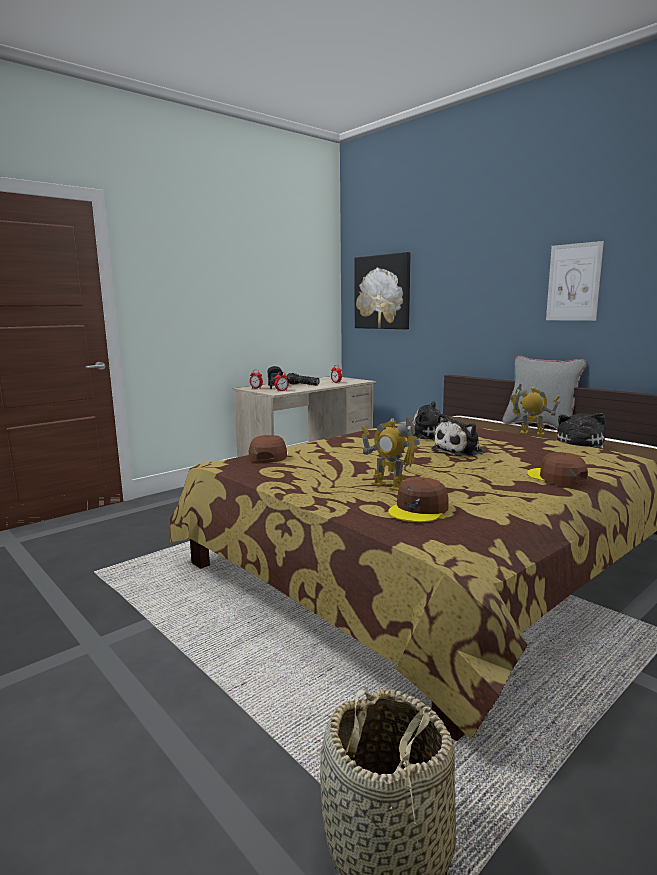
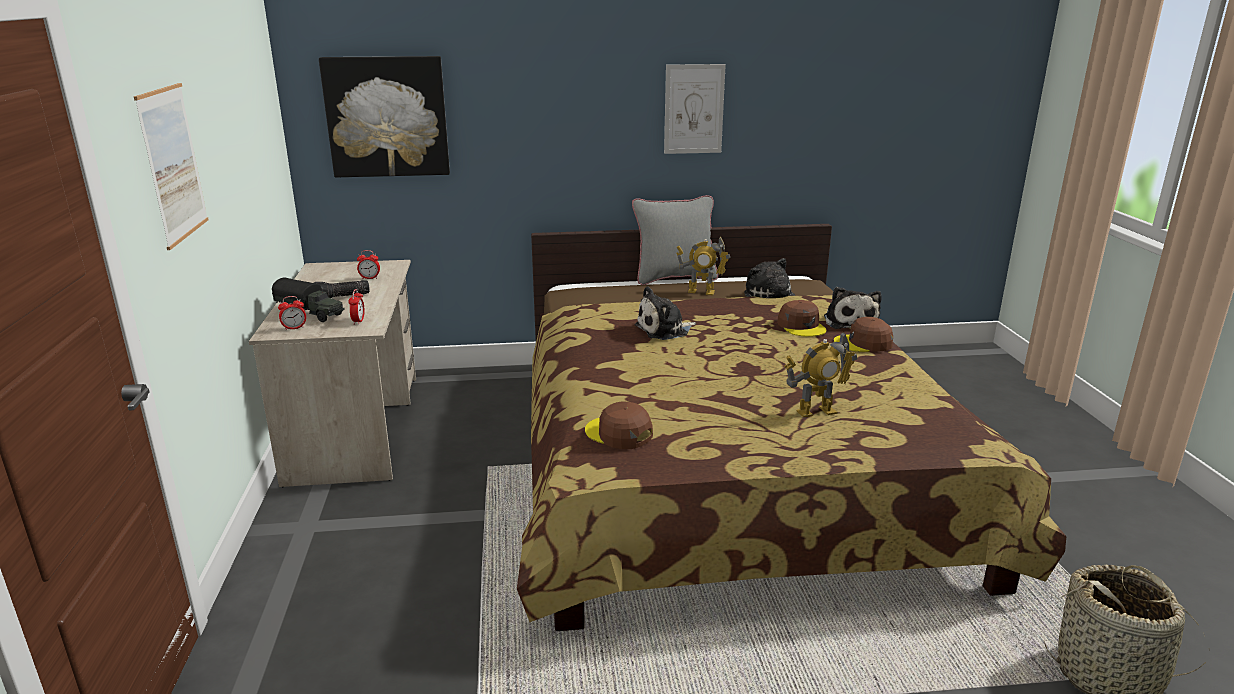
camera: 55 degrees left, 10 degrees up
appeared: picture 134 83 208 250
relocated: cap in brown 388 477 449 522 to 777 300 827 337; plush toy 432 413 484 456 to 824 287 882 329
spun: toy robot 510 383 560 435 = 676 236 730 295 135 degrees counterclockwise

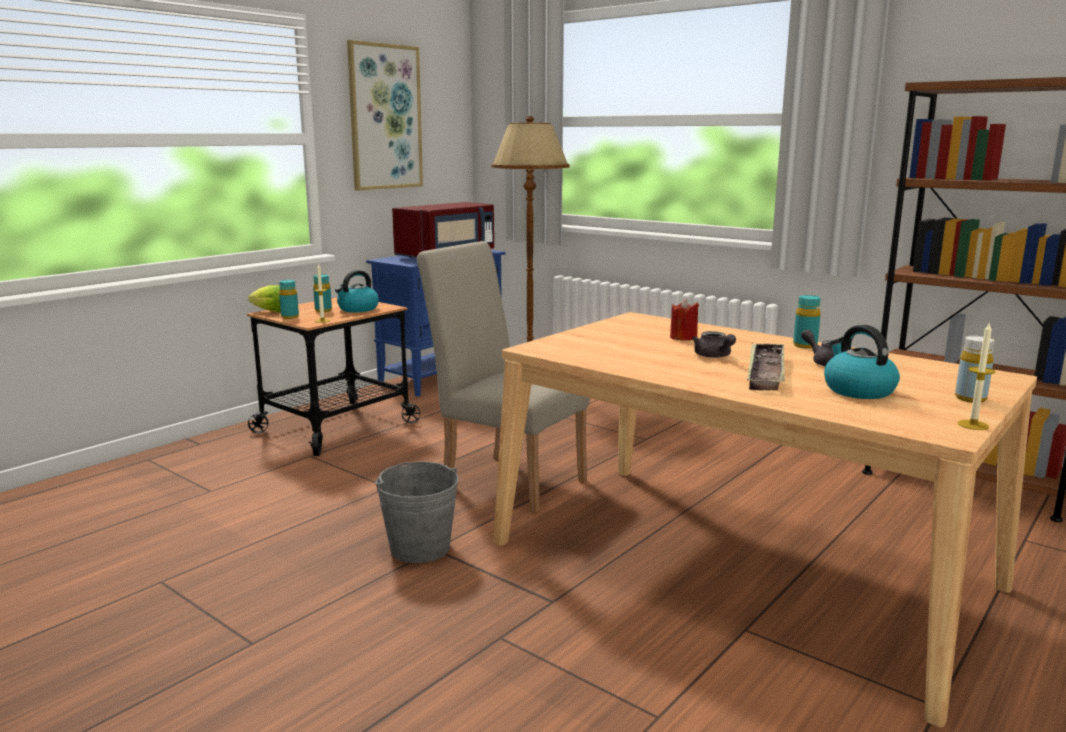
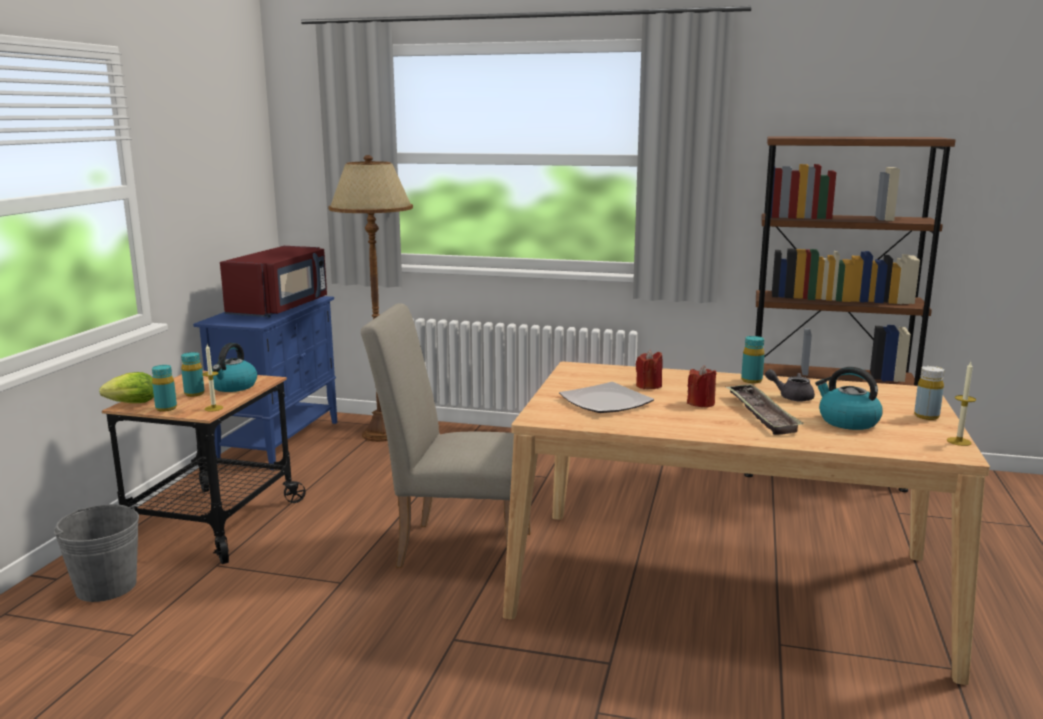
camera: 25 degrees left, 0 degrees up
missing: picture 347 40 423 191
appeared: plate 559 382 654 413
relocated: bucket in grey 376 462 459 563 to 54 504 139 602
exchanged: teapot in grey 692 331 736 358 to candle in red 687 365 716 408

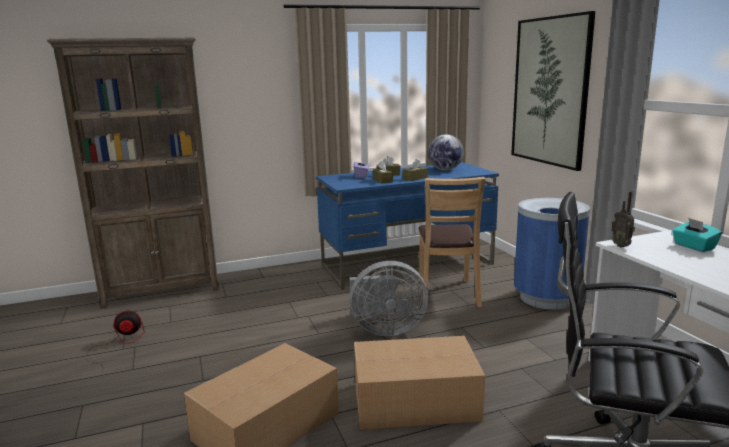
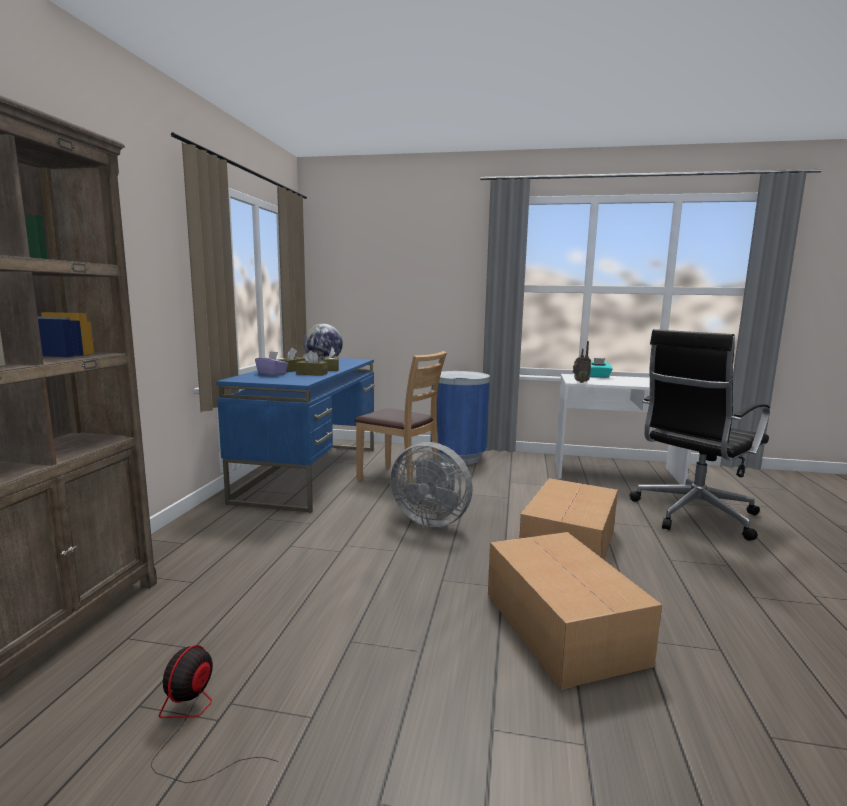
camera: 60 degrees left, 5 degrees down
missing: picture 511 11 595 171
spun: fan in grey 349 261 428 336 = 390 442 473 527 90 degrees clockwise

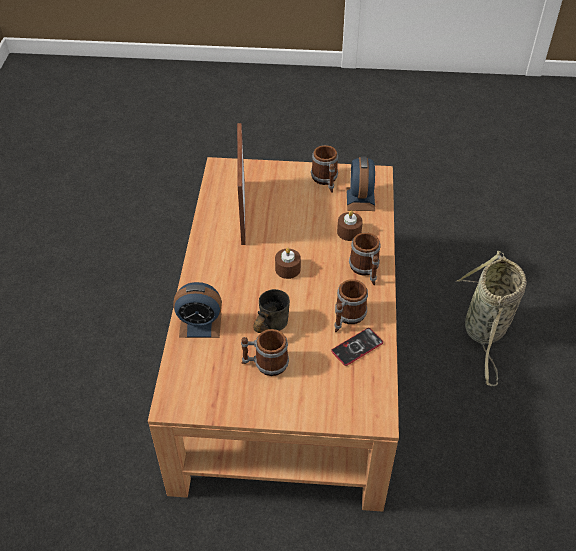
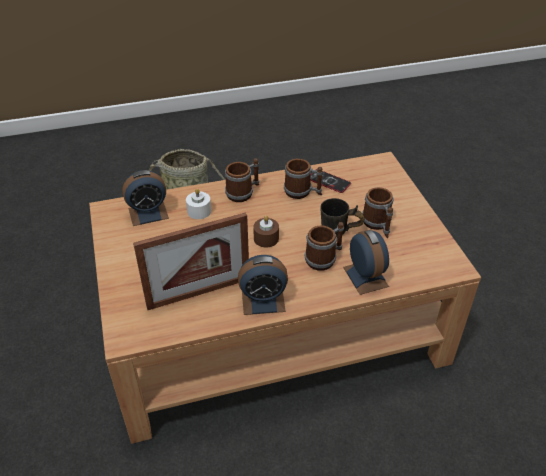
camera: 110 degrees left, 5 degrees down
appeared: alarm clock 238 255 288 315
relocated: mug 311 145 338 193 to 305 222 344 271
colour: candle in brown 337 211 363 241 to candle in white 186 189 211 219

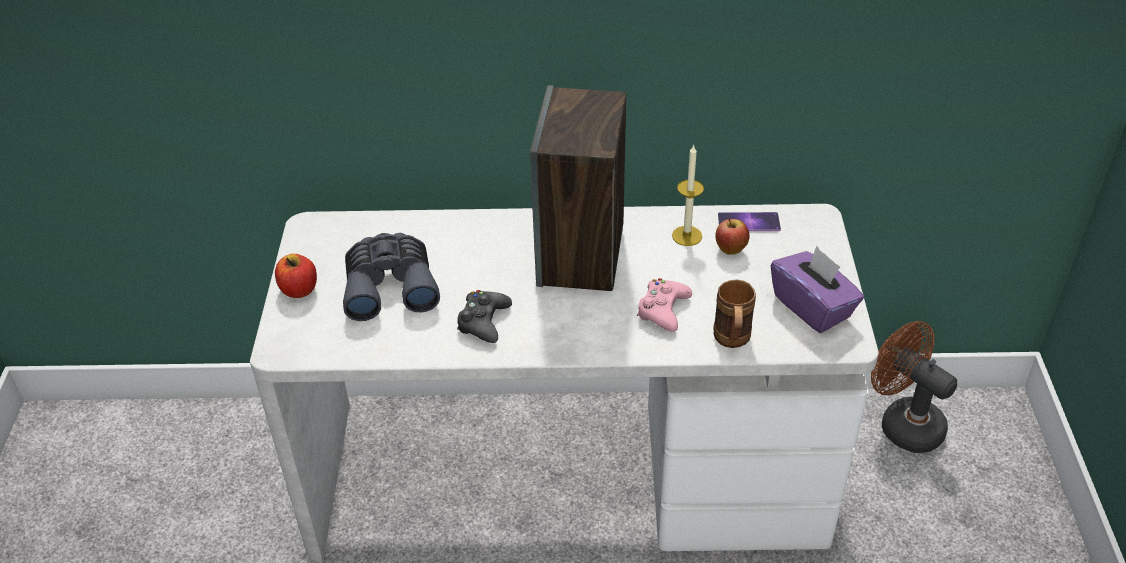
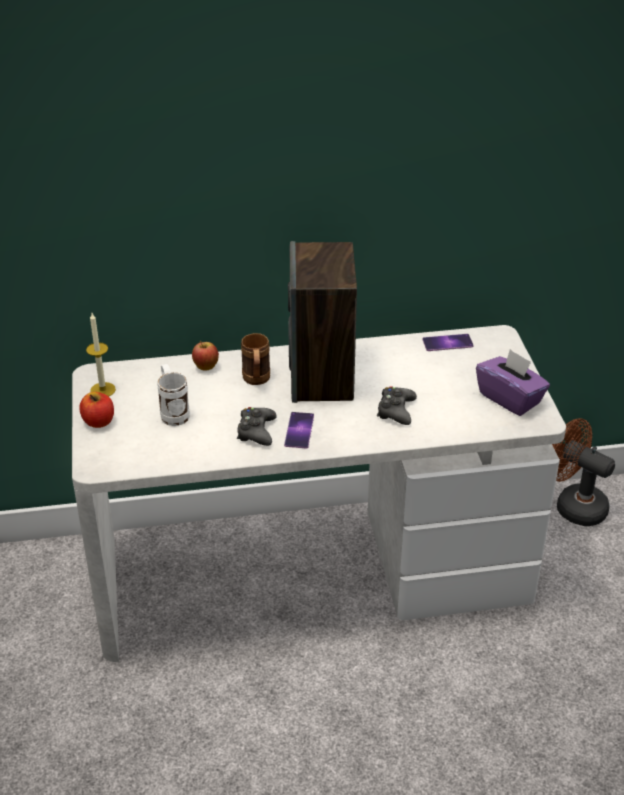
camera: 10 degrees left, 5 degrees down
appeared: phone 284 412 314 449
relocated: candle 672 145 704 246 to 86 313 116 396; mug in brown 713 279 756 348 to 241 333 270 385; apple 715 218 750 255 to 192 341 219 370
exchanged: binoculars in grey 343 233 440 321 to mug in white 157 364 190 426
colour: game controller in pink 637 278 692 332 to game controller in black 377 386 417 425

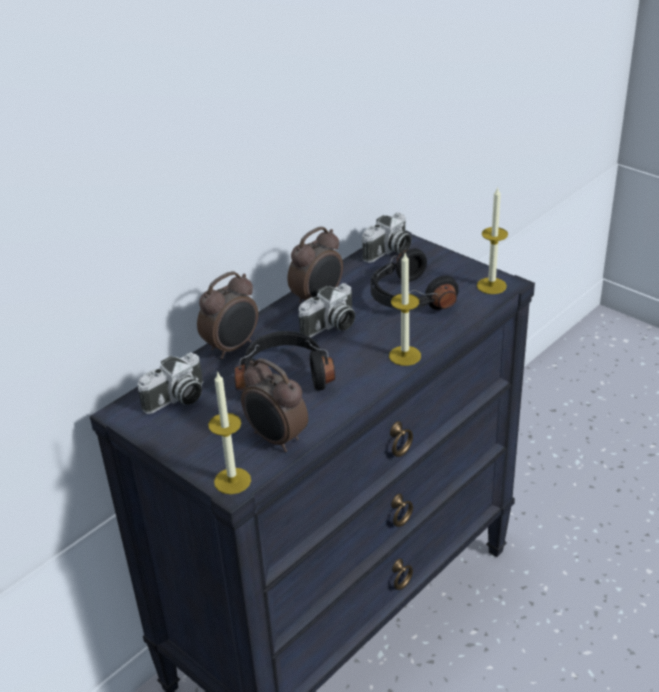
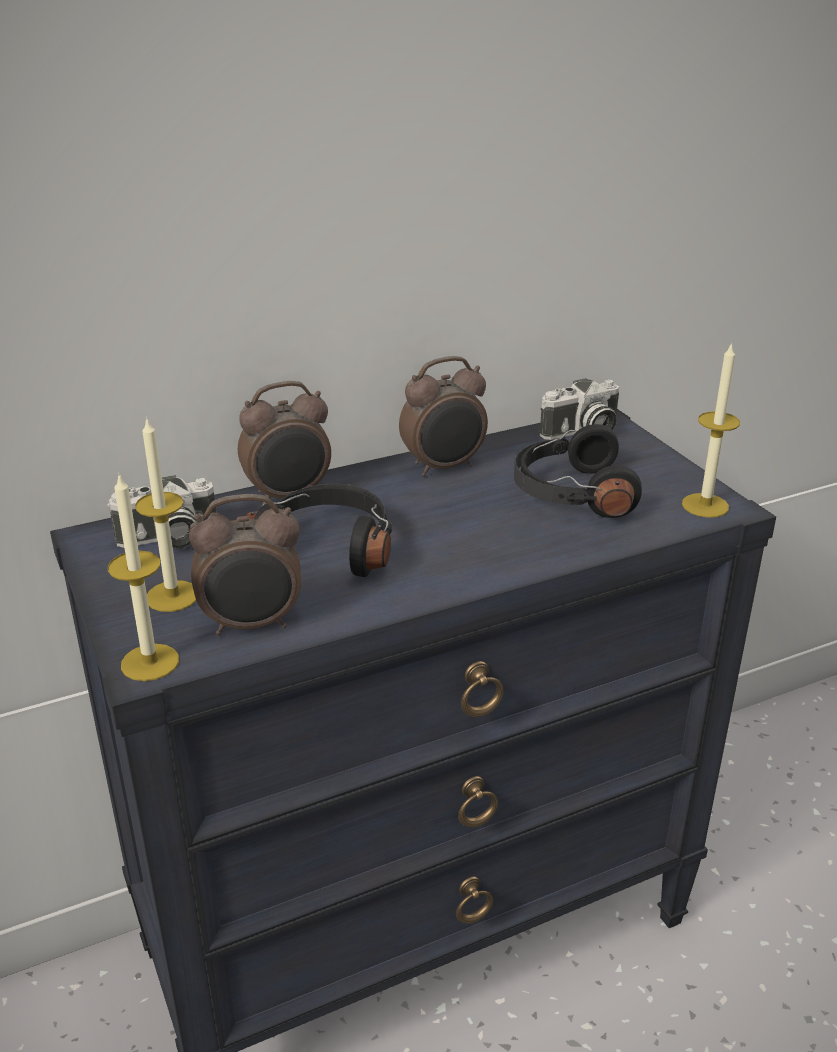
camera: 20 degrees right, 5 degrees down
missing: photo camera 298 283 355 338
relocated: candle 389 253 421 366 to 135 417 196 612
spun: alarm clock 241 358 308 452 = 189 494 301 635 75 degrees counterclockwise

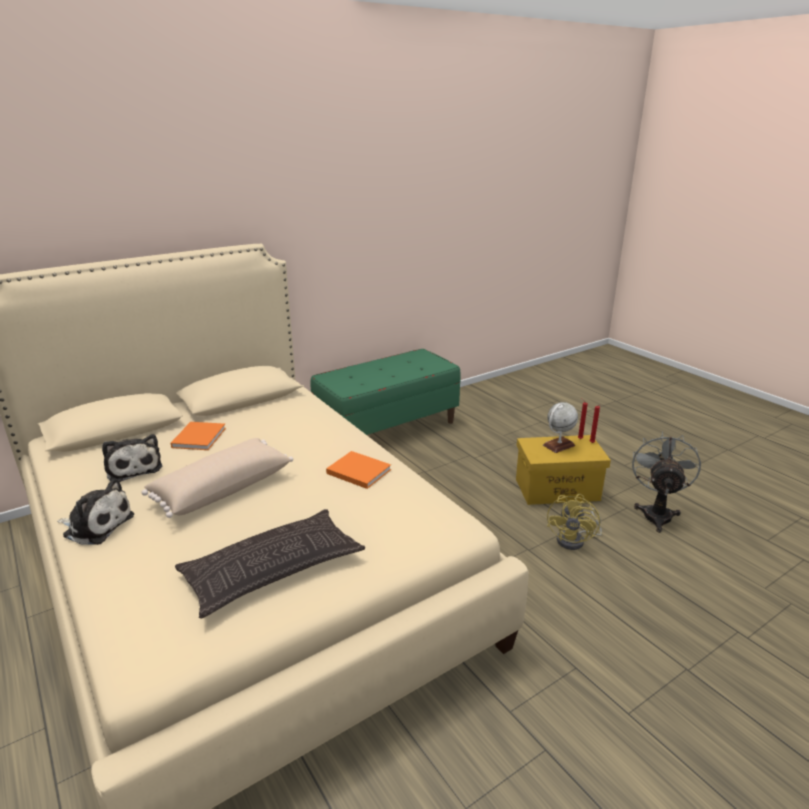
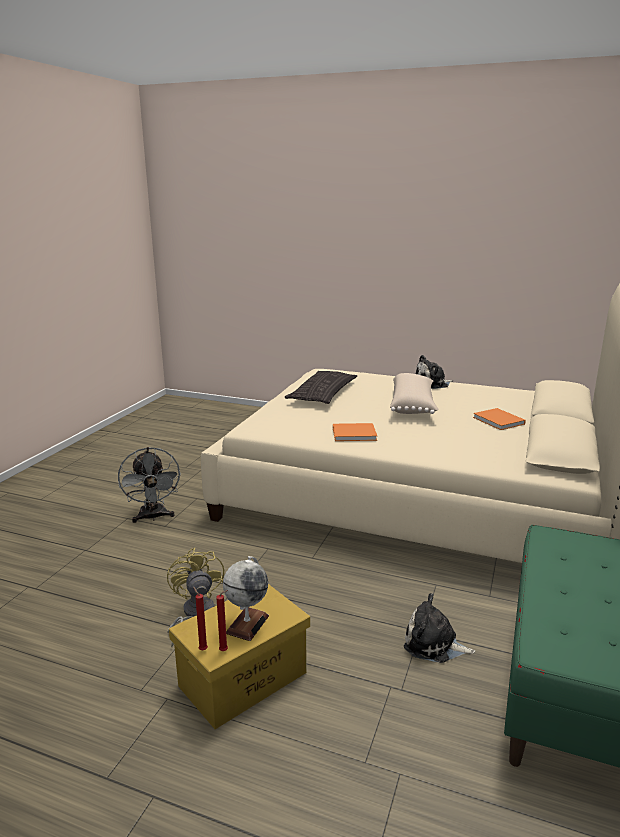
camera: 145 degrees right, 5 degrees down
relocated: plush toy 102 434 162 482 to 404 593 475 663; fan in grey 632 431 701 533 to 118 447 181 523

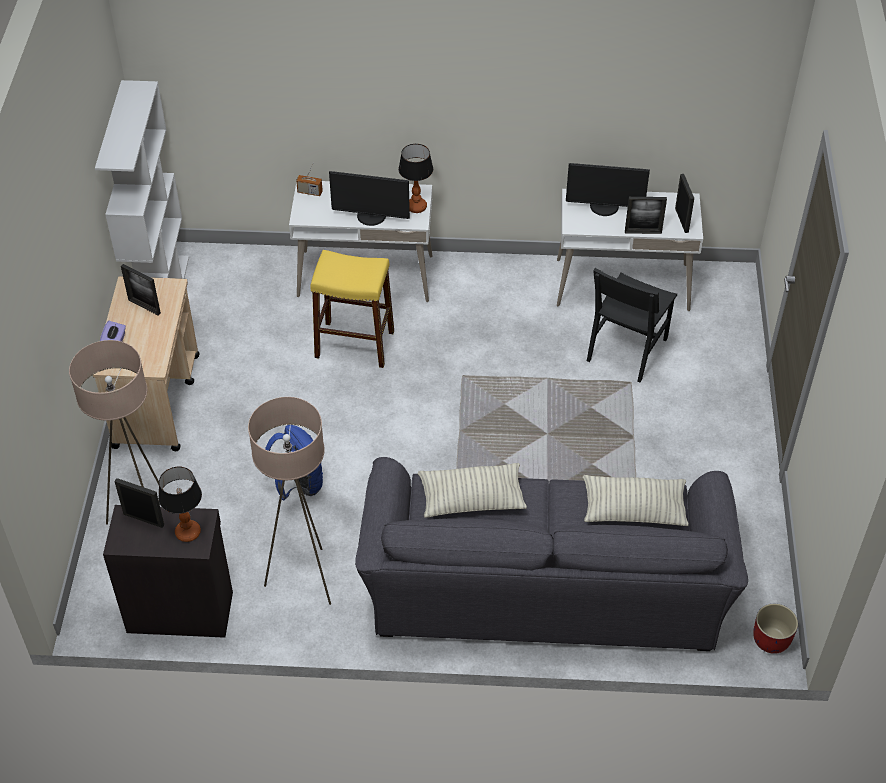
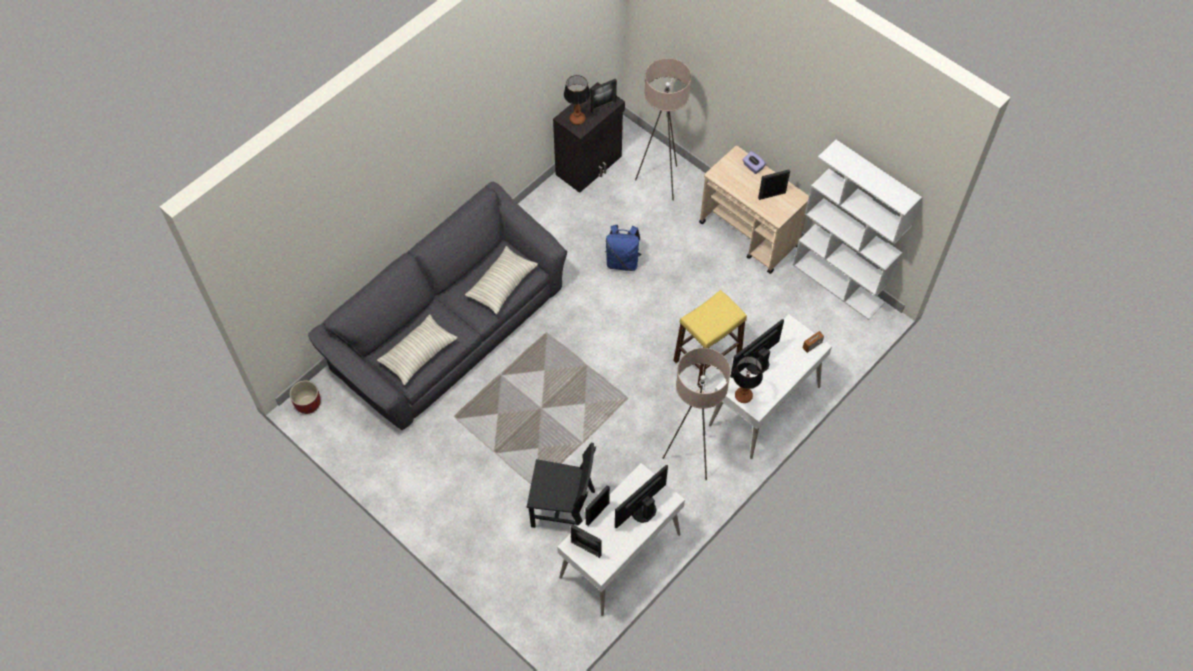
camera: 130 degrees right, 10 degrees up
relocated: floor lamp in beige 248 397 331 605 to 663 348 731 480
spun: chair in black 587 268 677 383 = 527 443 596 528 120 degrees clockwise

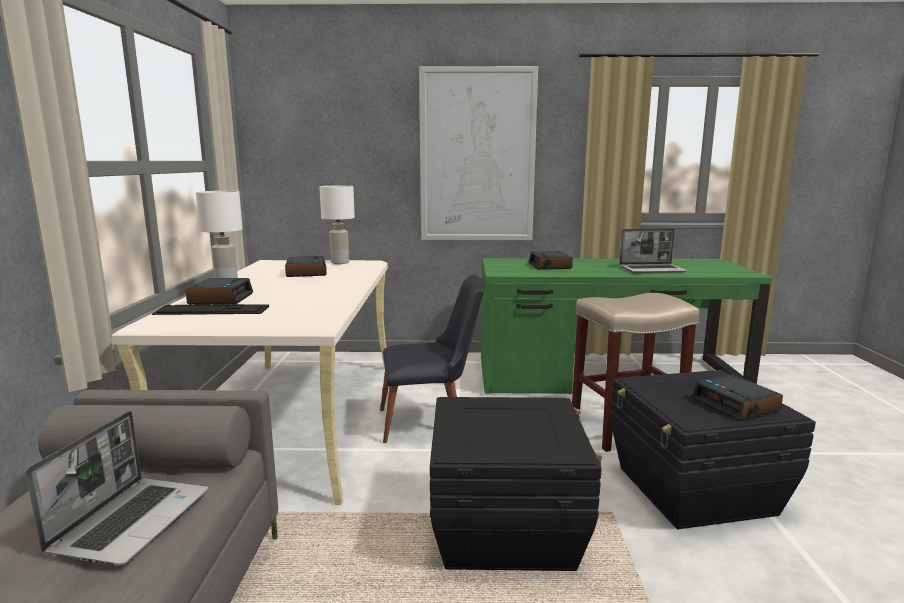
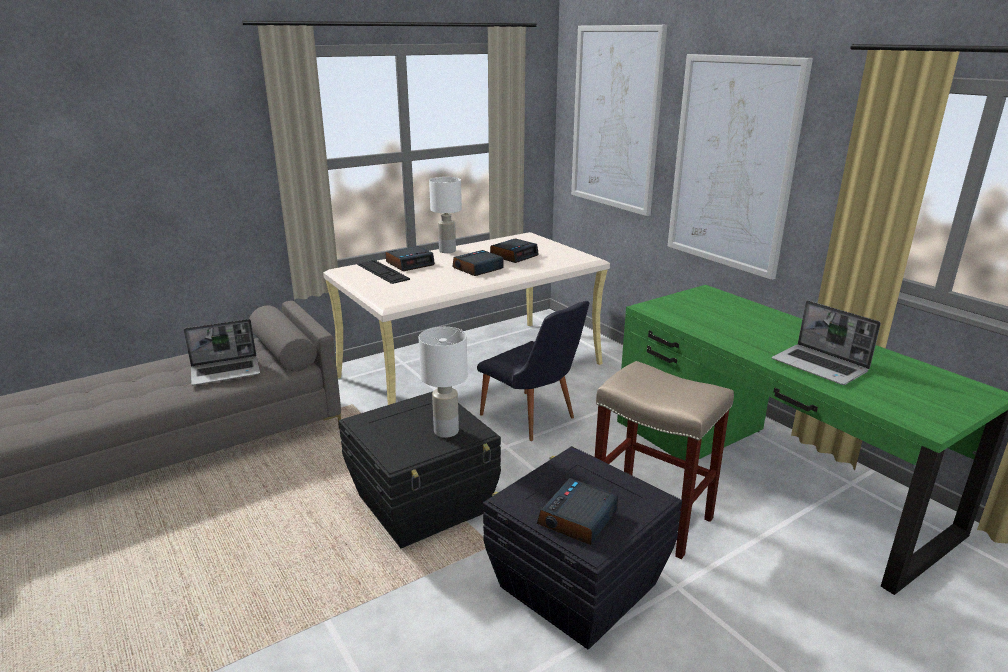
camera: 55 degrees right, 10 degrees up
appeared: picture 571 25 667 216
relocated: table lamp in white 319 186 355 264 to 419 327 468 438; alarm clock 529 251 573 270 to 453 250 504 276

